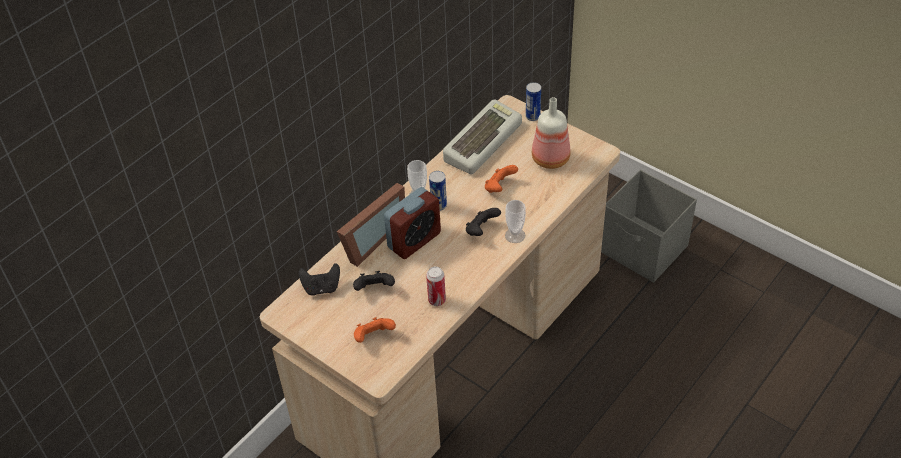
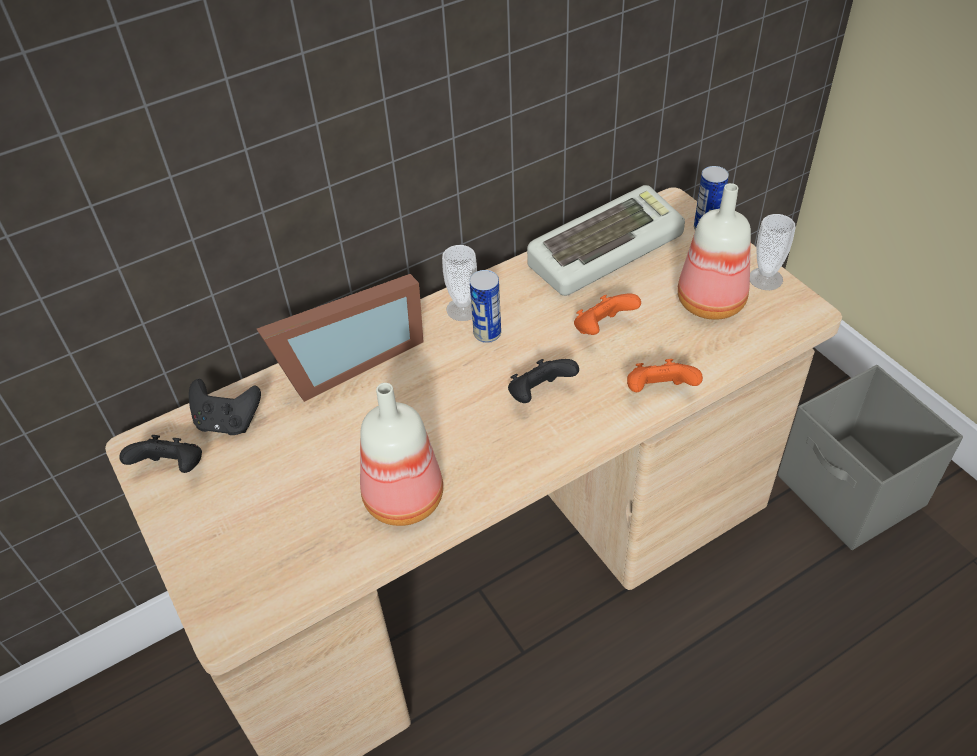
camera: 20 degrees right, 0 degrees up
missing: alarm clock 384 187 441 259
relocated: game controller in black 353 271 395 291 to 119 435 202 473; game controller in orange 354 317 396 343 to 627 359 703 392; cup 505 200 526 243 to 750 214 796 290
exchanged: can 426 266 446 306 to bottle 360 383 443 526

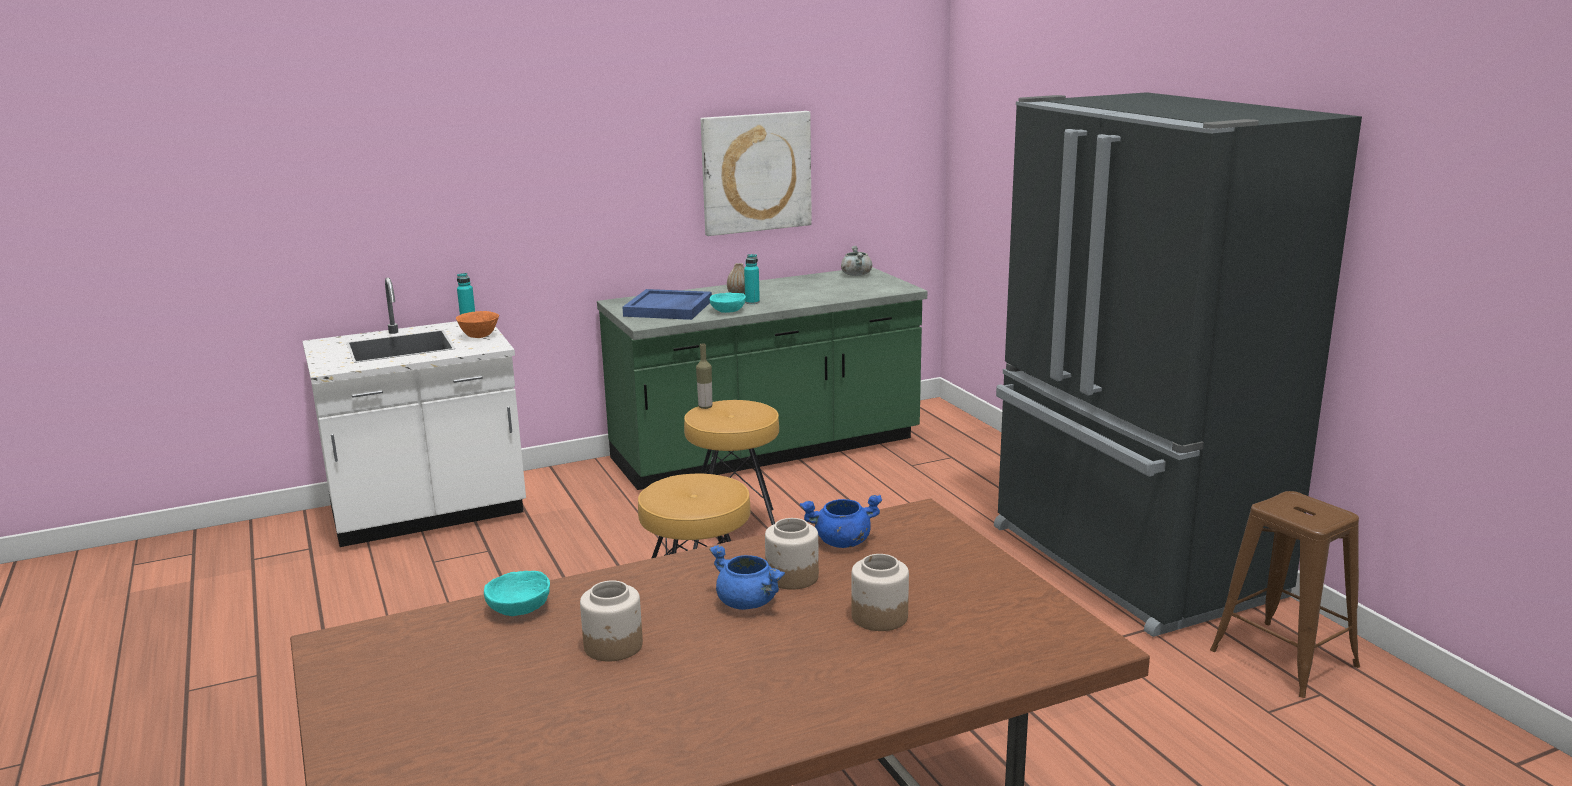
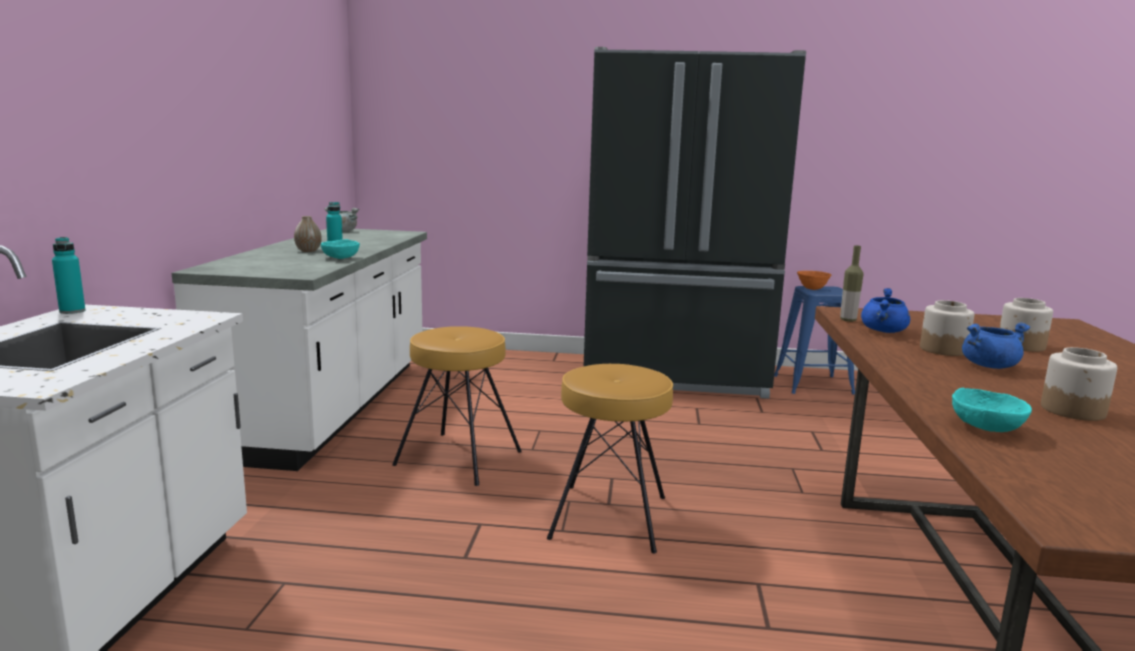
camera: 60 degrees left, 5 degrees down
missing: tray in blue 623 289 712 320; picture 701 111 812 236
relocated: bowl in orange 456 311 499 338 to 797 271 831 290; bottle 696 343 712 409 to 840 245 864 322
colour: counter in green 597 267 927 490 to counter in white 172 229 427 471; stool in brown 1210 491 1360 698 to stool in blue 774 286 855 395

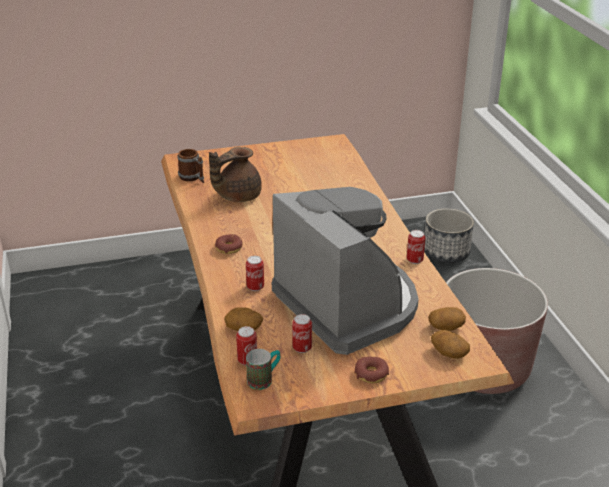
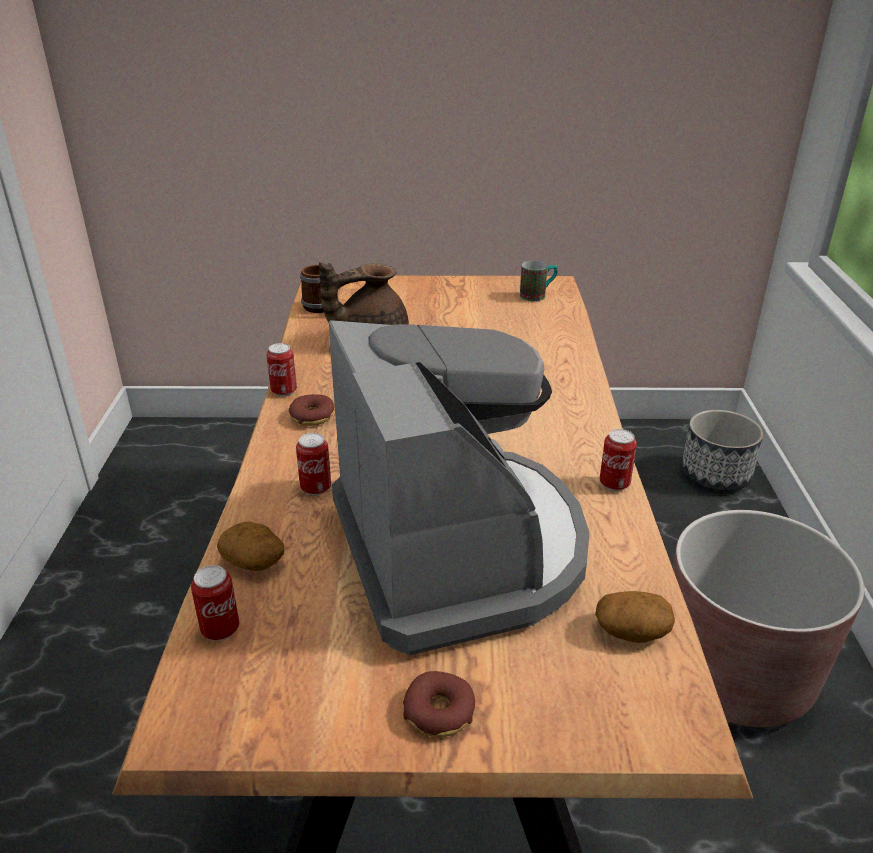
camera: 15 degrees right, 0 degrees up
missing: potato 431 330 470 359
relocated: mug 246 349 280 390 to 520 260 557 301; can 292 314 312 353 to 266 343 297 397

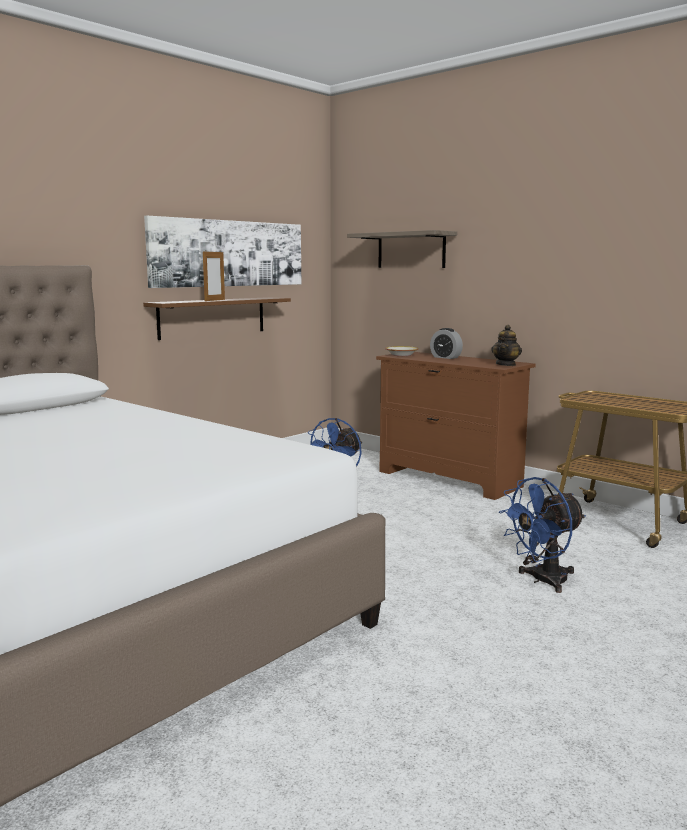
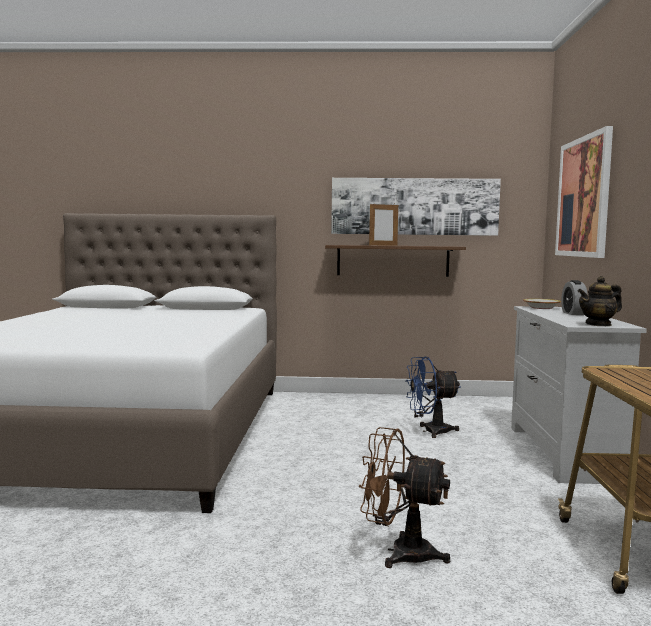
camera: 50 degrees right, 5 degrees down
exchanged: shelf 347 230 457 268 to picture 555 126 613 258
colour: dresser in brown 376 352 536 500 to dresser in white 511 306 647 484; fan in blue 499 477 586 593 to fan in brown 359 427 450 568

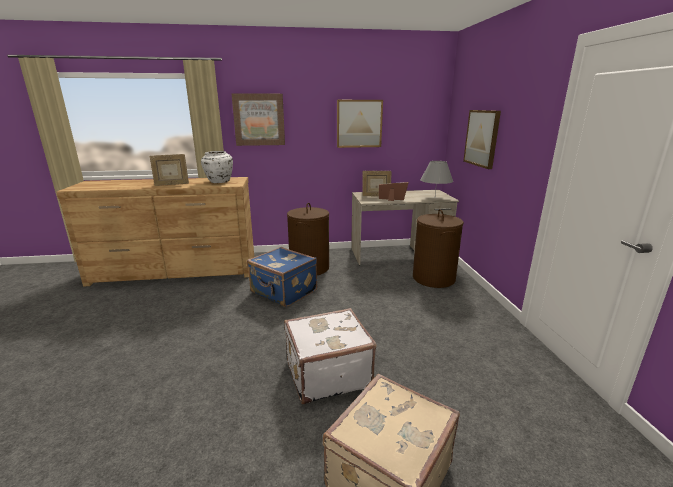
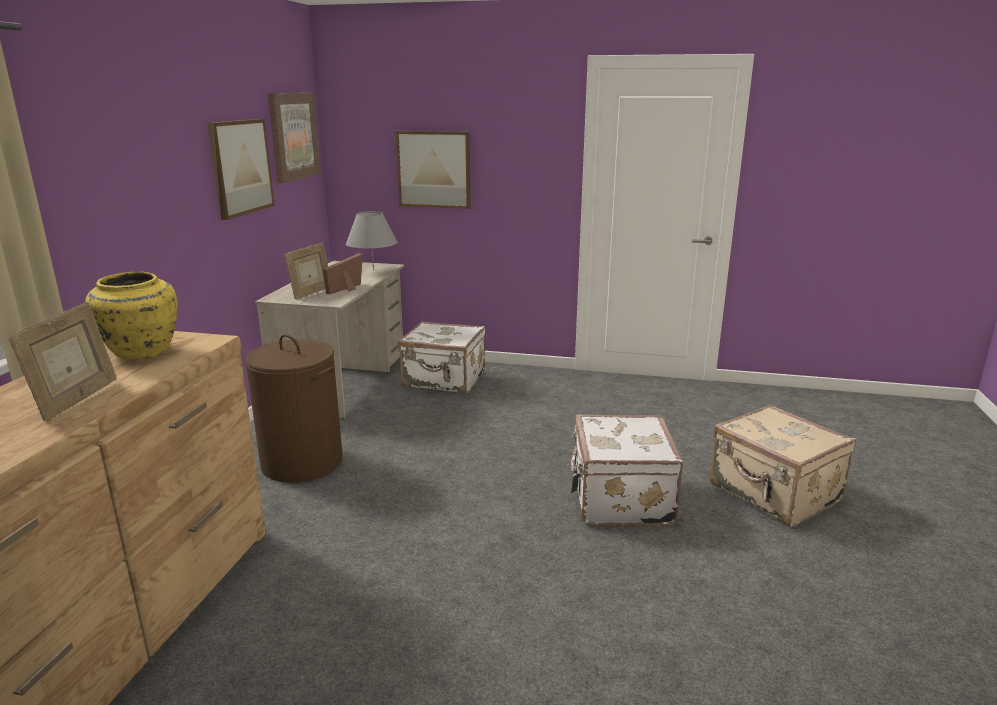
camera: 70 degrees left, 0 degrees up
missing: suitcase in blue 247 247 317 307
relocated: picture 231 93 285 146 to 268 93 321 183
exchanged: laundry basket in brown 413 209 464 288 to suitcase in white 398 321 486 394
colour: vase in white 201 151 233 183 to vase in yellow 85 272 178 359

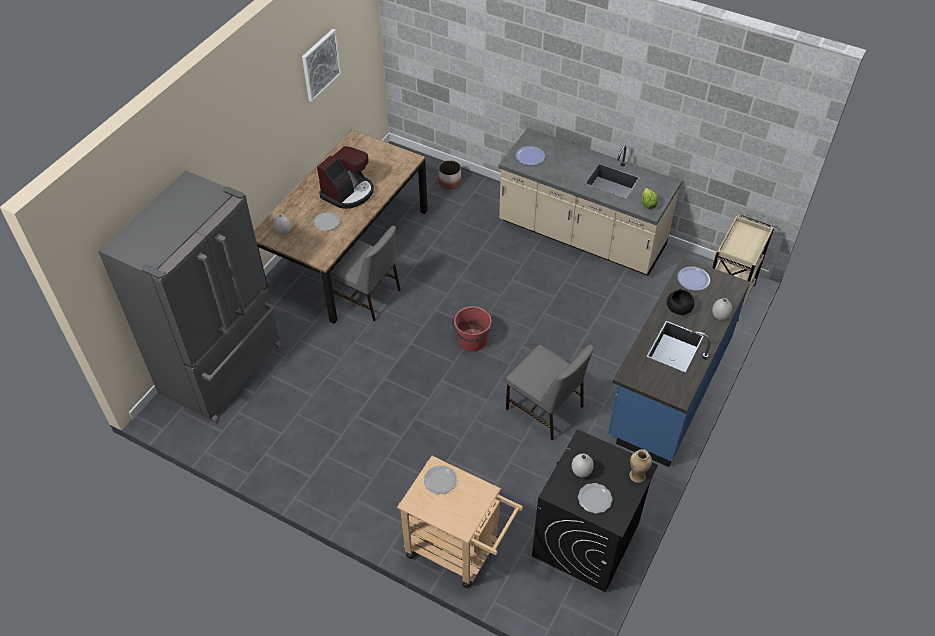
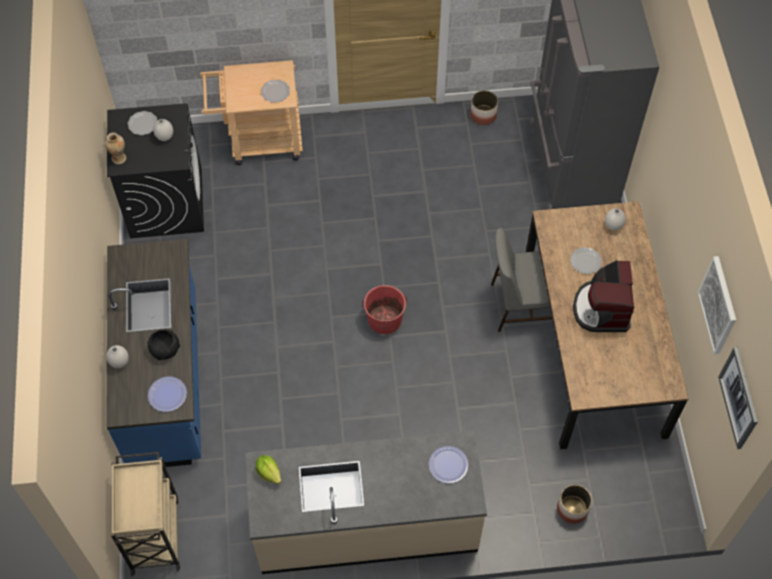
camera: 145 degrees right, 10 degrees up
missing: chair in grey 506 344 593 440
appeared: planter 470 90 498 125; picture 718 347 758 449

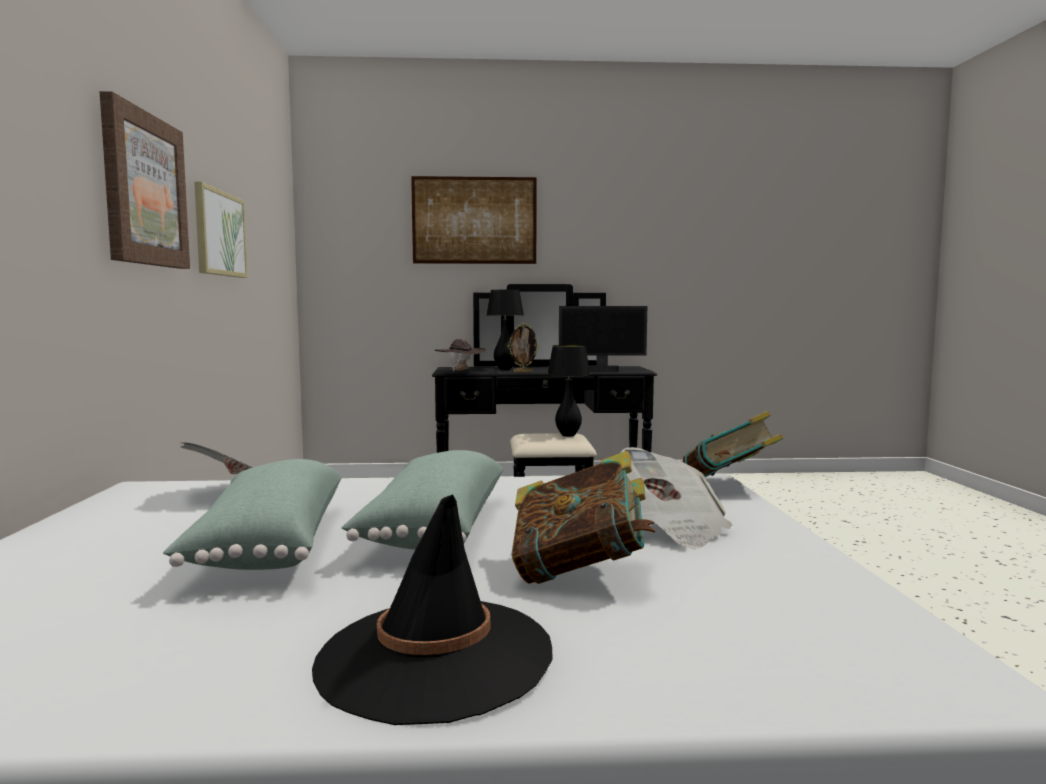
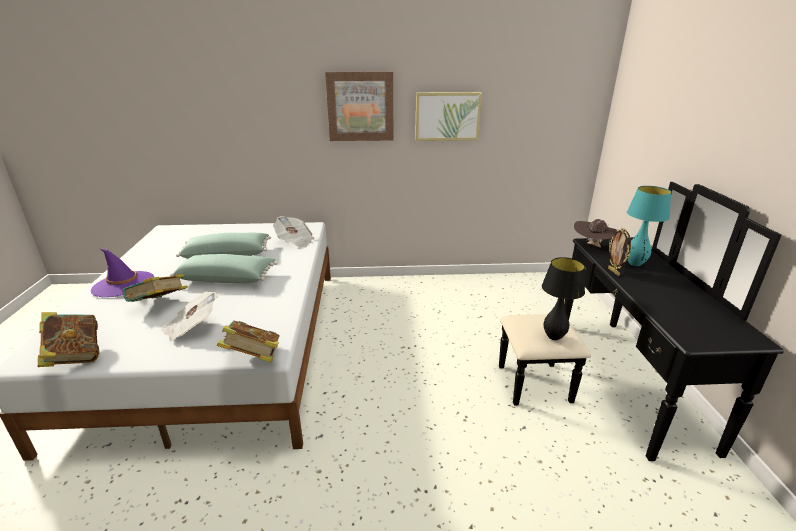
camera: 90 degrees right, 20 degrees up
missing: picture 411 176 537 264; monitor 559 306 647 372
appeared: book 38 312 99 367
colour: hat in black 312 494 553 725 to hat in purple 91 249 154 297; table lamp in black 486 290 524 370 to table lamp in turquoise 627 186 671 266

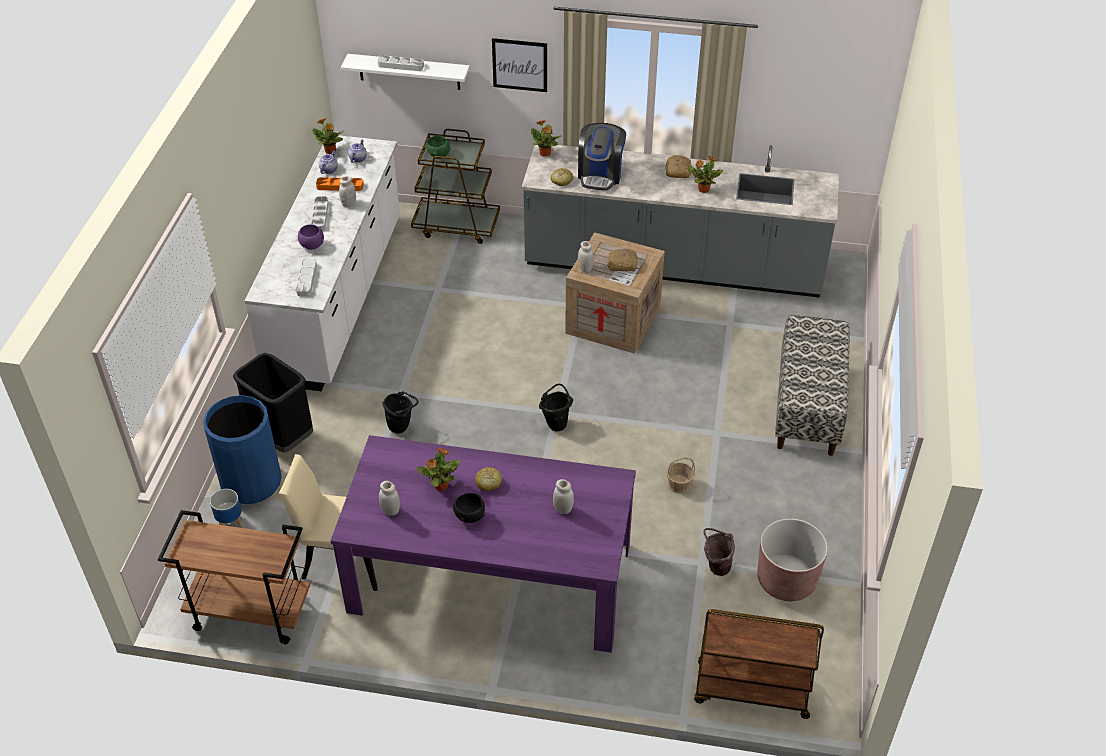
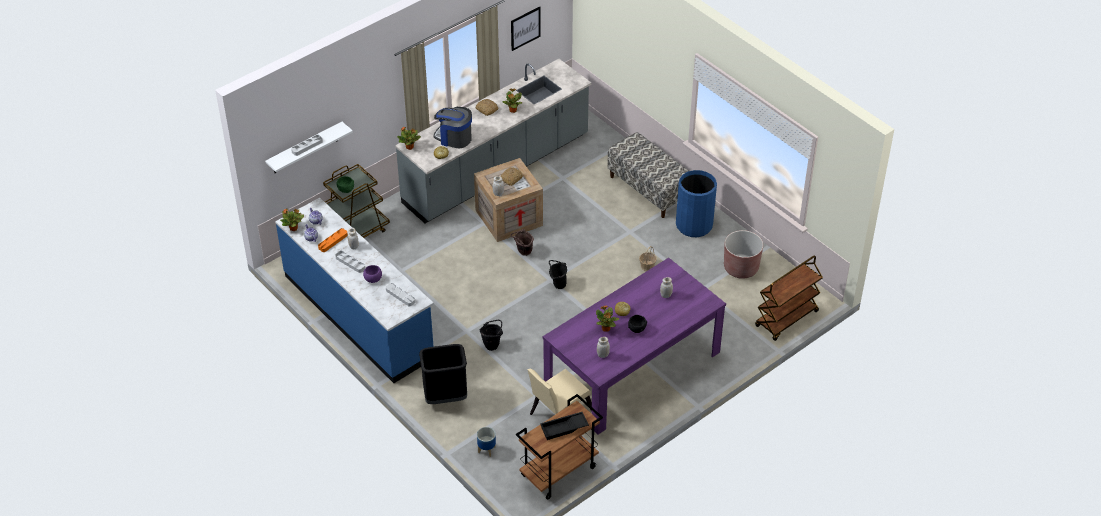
camera: 50 degrees left, 0 degrees up
appeared: tray in black 540 412 589 440
relocated: trash can in blue 203 395 282 504 to 676 170 717 237; picture 492 38 547 92 to 511 6 541 51; bucket in brown 703 528 735 576 to 510 229 534 256
colour: counter in white 244 135 400 391 to counter in blue 275 198 434 383
spun: coffee machine 578 123 626 190 = 434 107 472 148 150 degrees clockwise

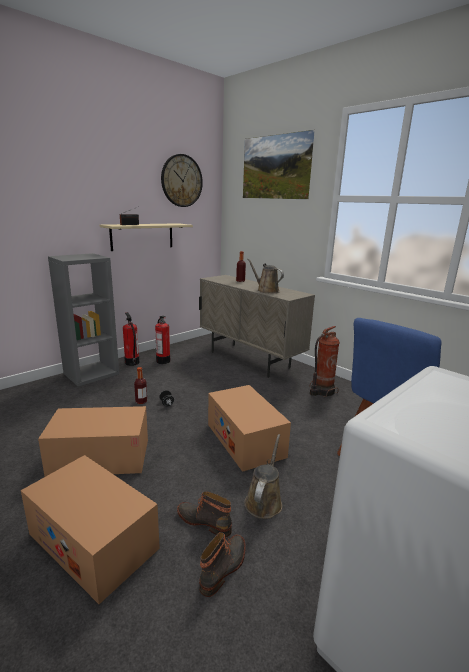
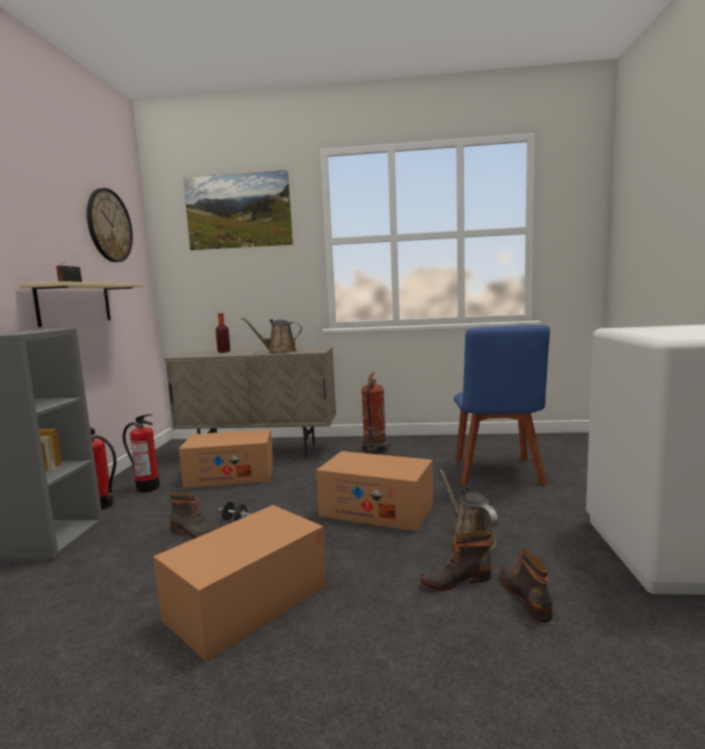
camera: 40 degrees left, 10 degrees down
relocated: cardboard box 21 455 160 604 to 179 429 273 488
exchanged: bottle 134 367 147 404 to boot 170 493 223 539

